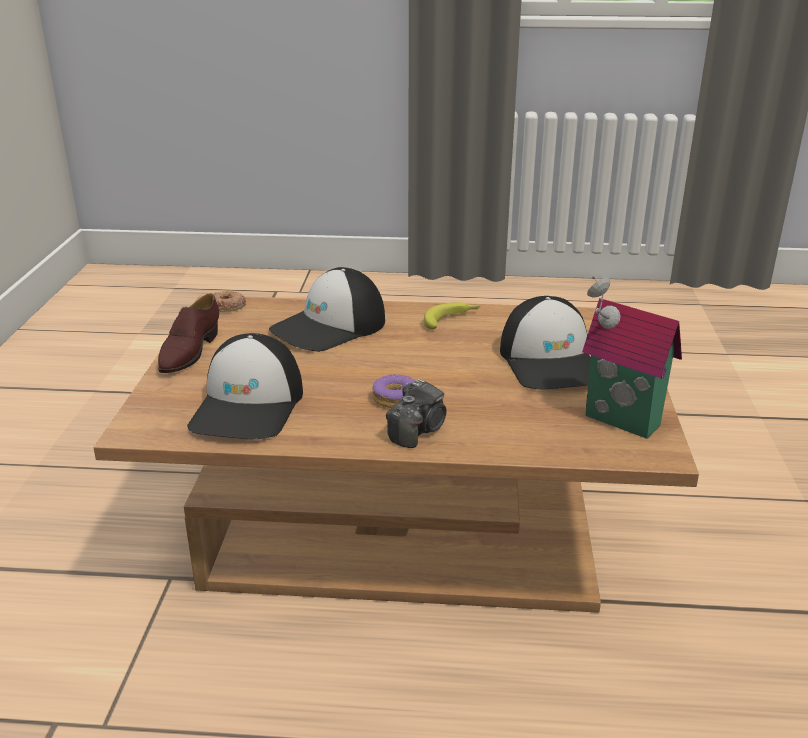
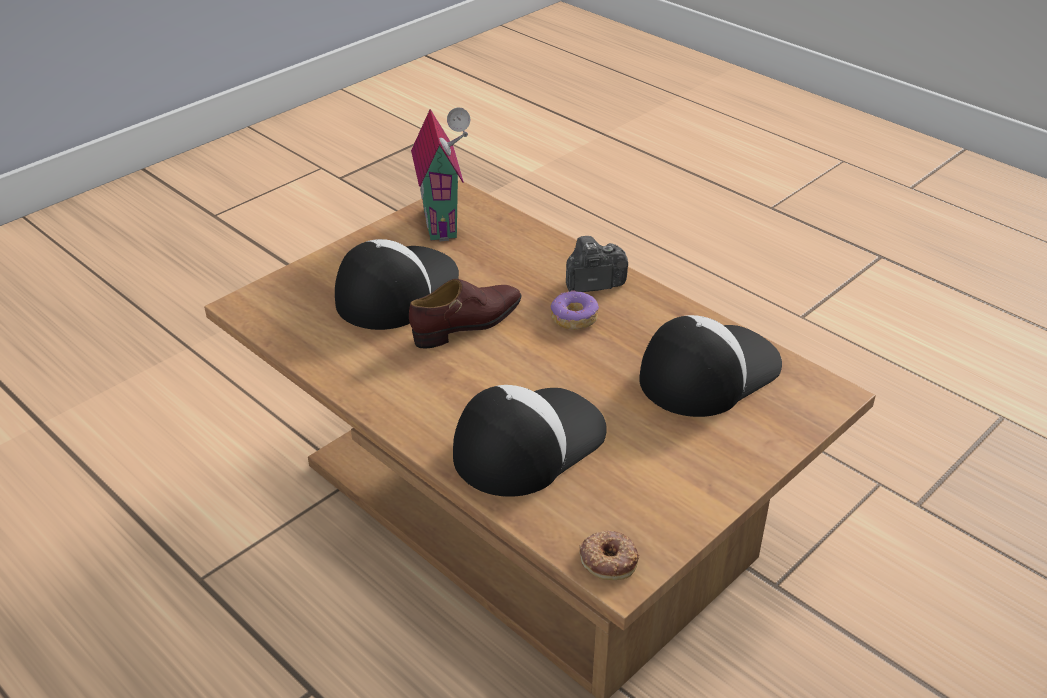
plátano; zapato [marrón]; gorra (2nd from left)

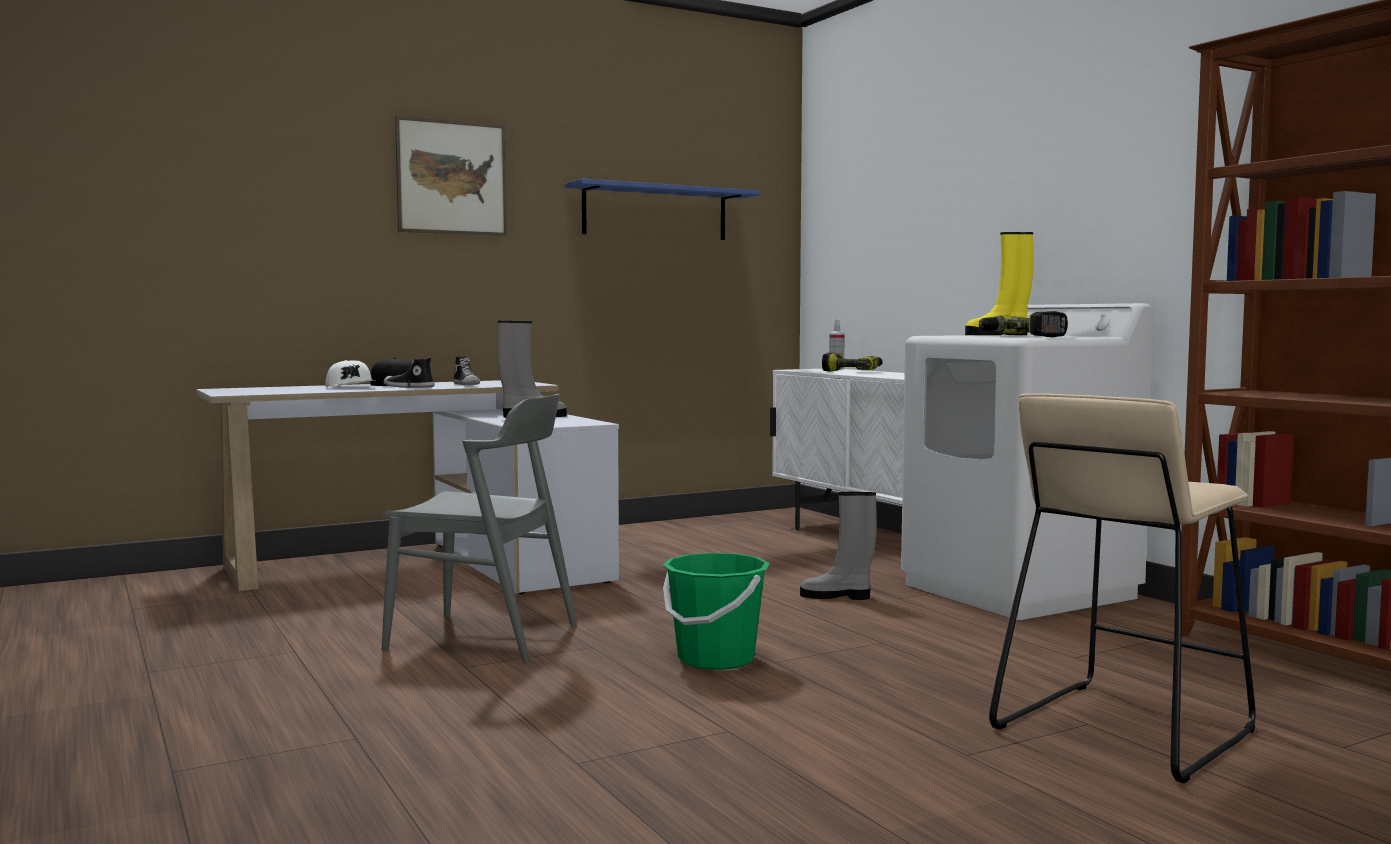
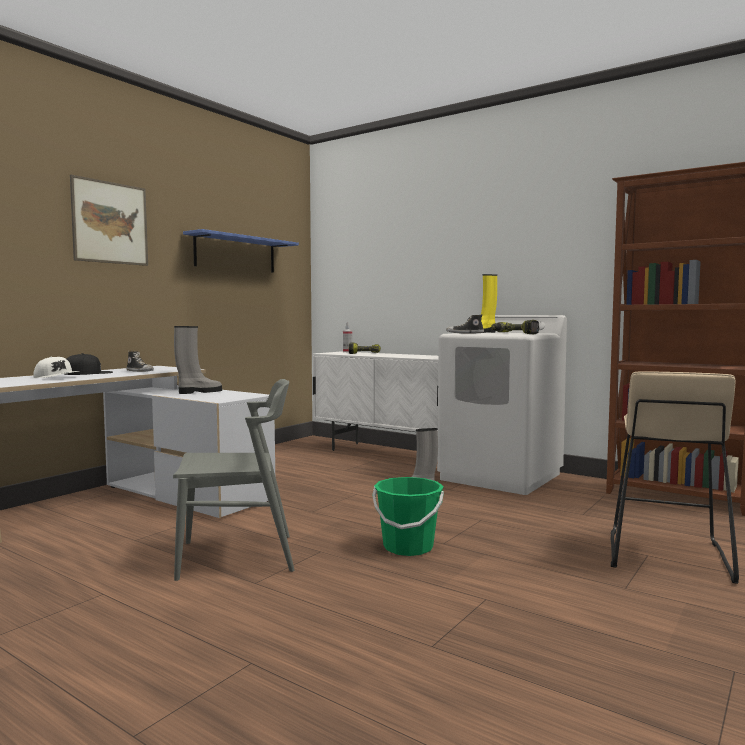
zapato (2nd from left)

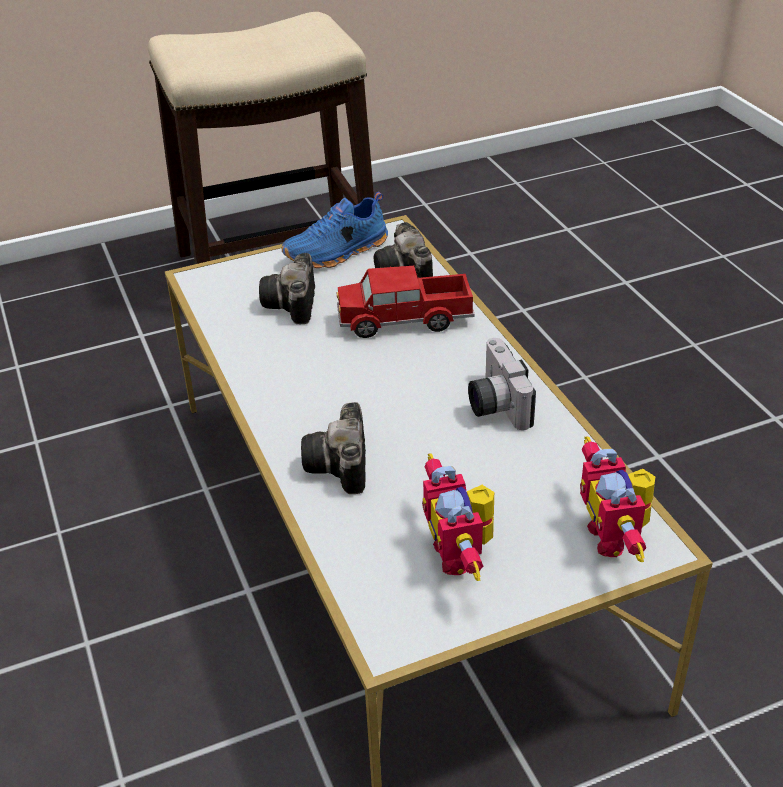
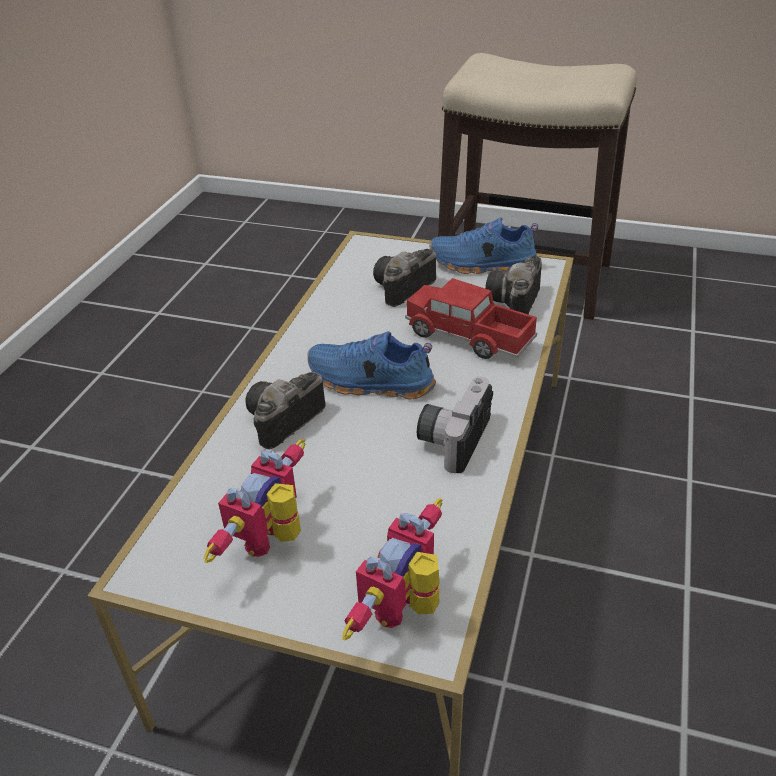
zapato [azul] (1st from left)

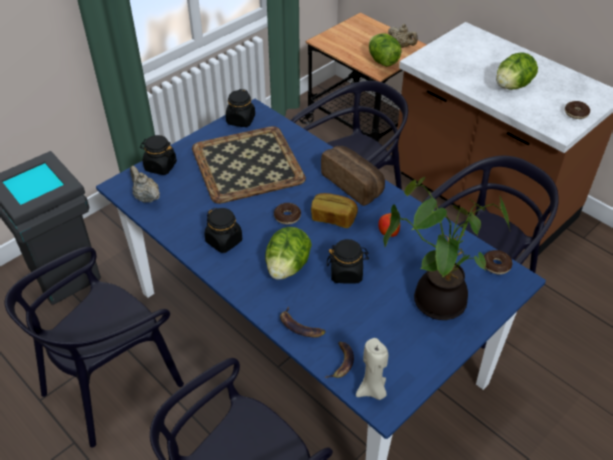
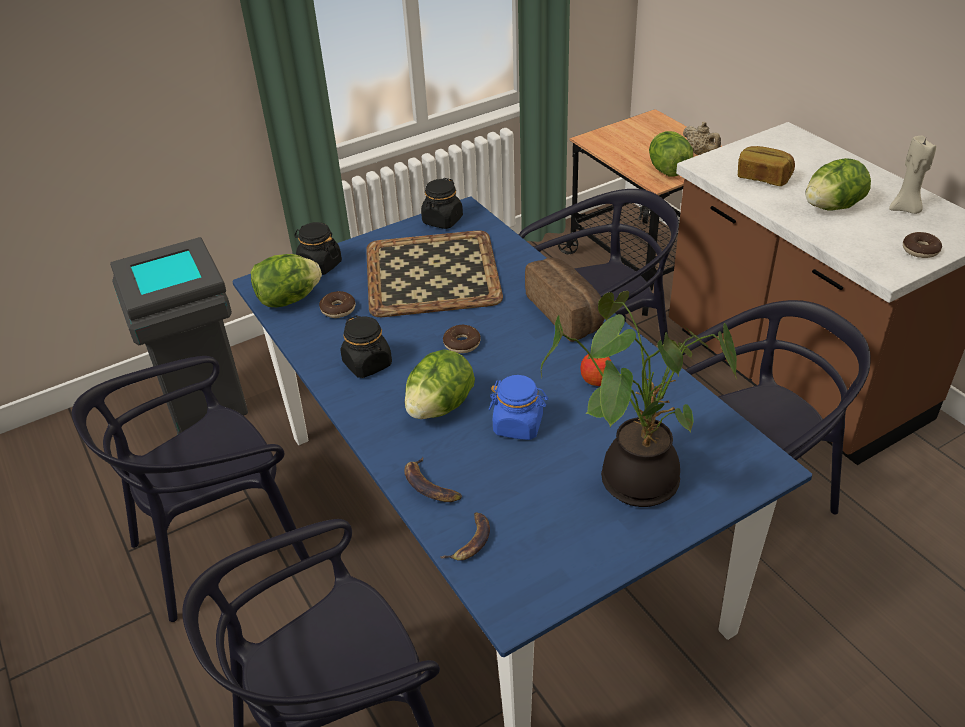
pan (2nd from left); vela [beis]; rosquilla (1st from left); lechuga (1st from left); tarro [azul]

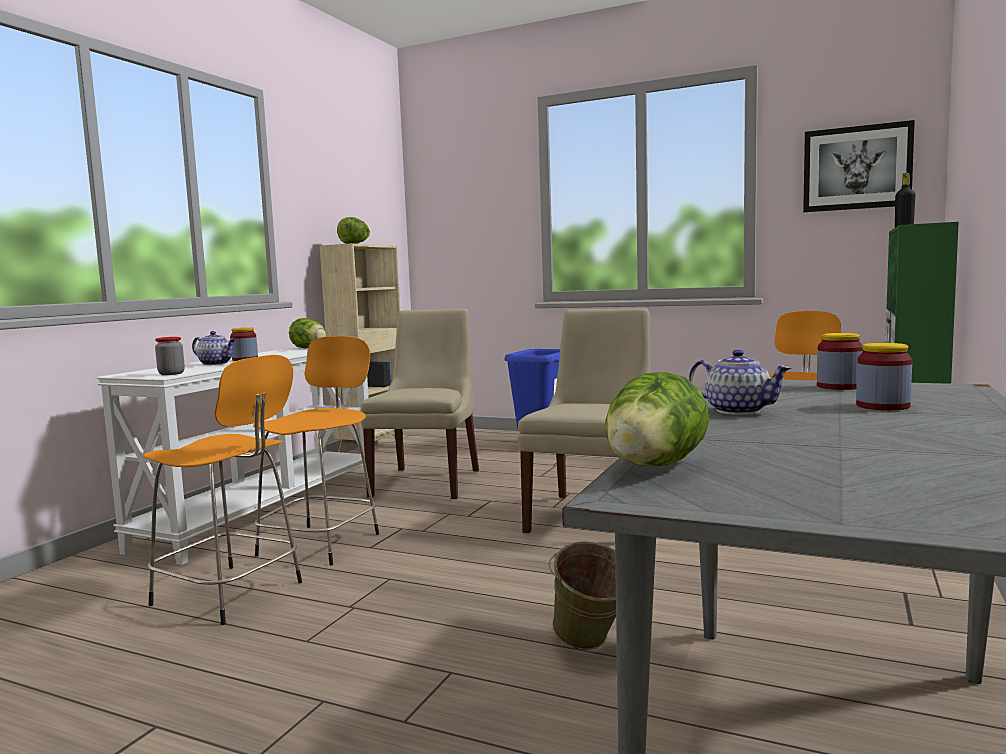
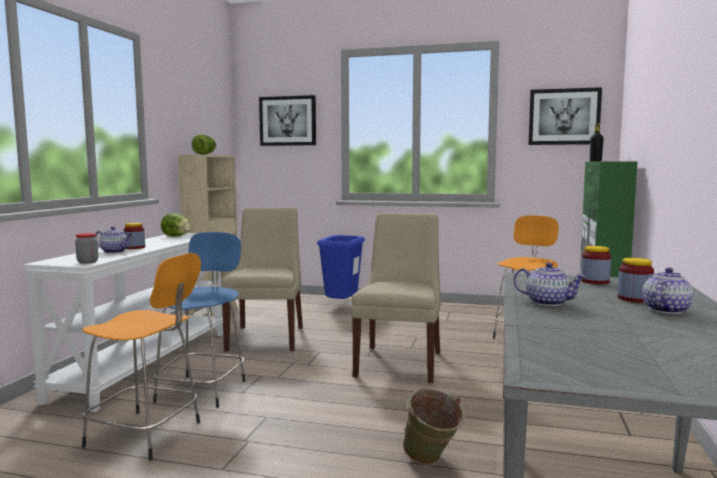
lechuga (3rd from left in the first image); cuadro (1st from left); tetera (3rd from left); taburete [azul]

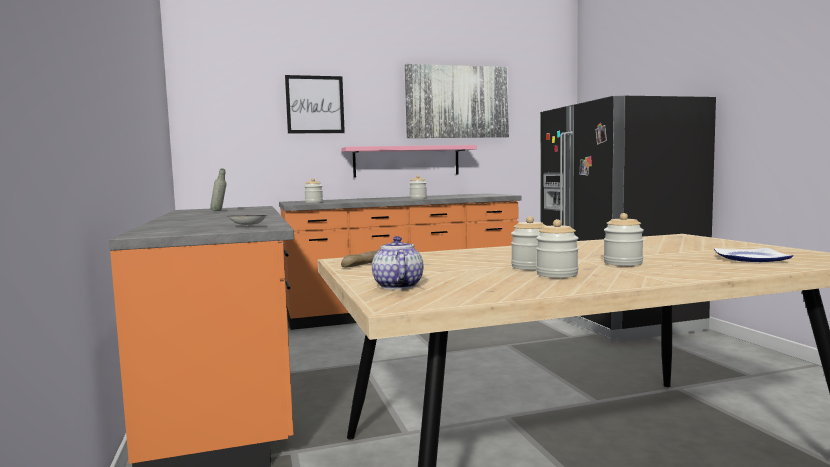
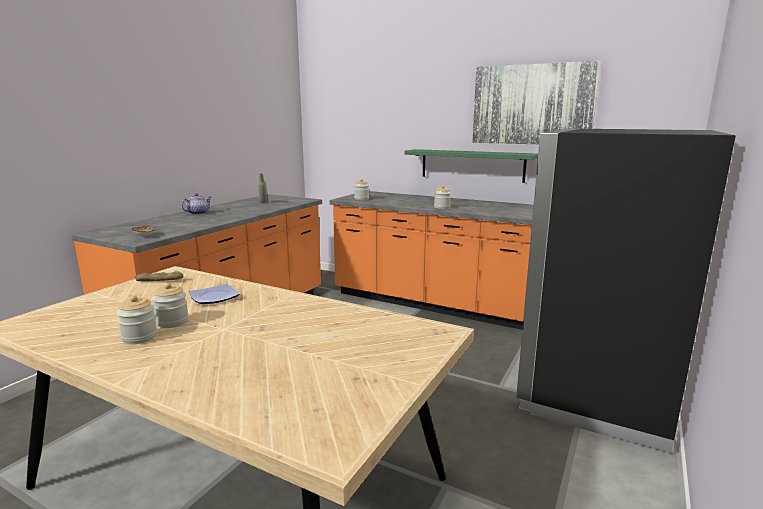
cuadro (1st from left in the first image); tarro (5th from left in the first image); tetera; plato; estante [verde]

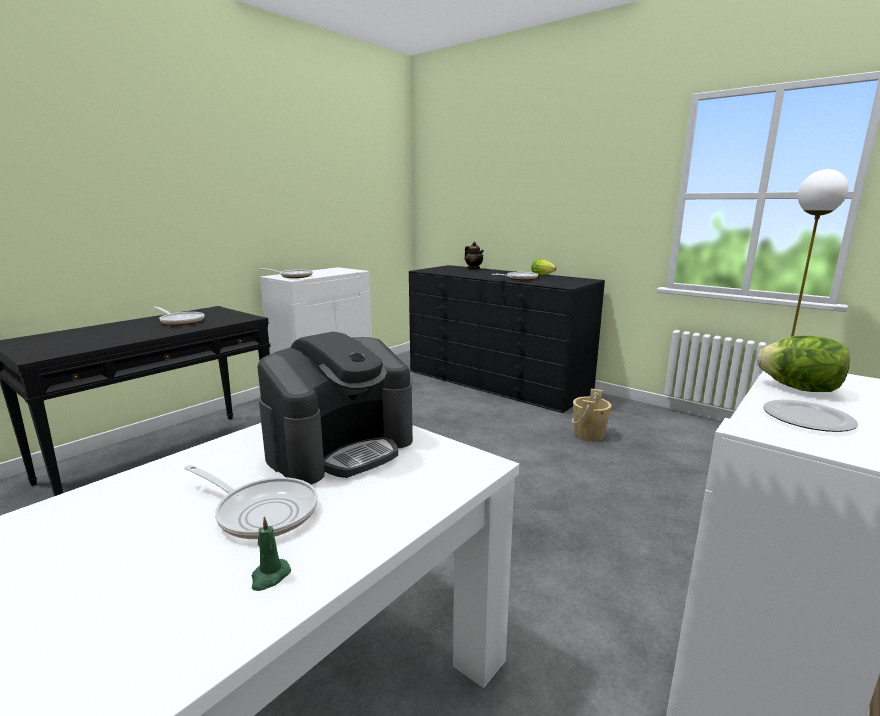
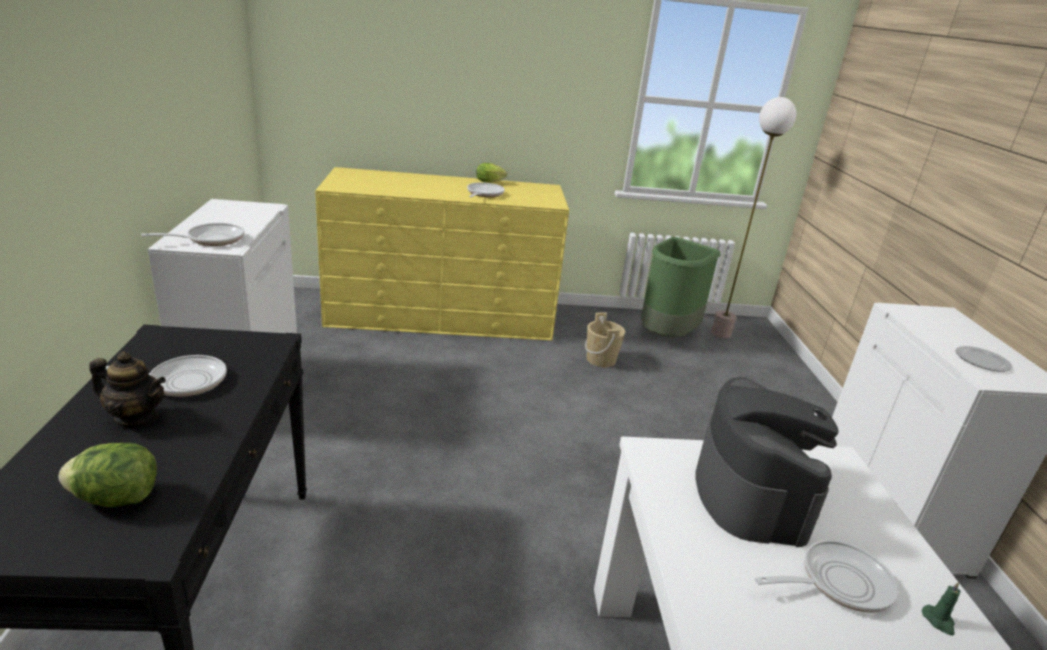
papelera [verde]; tetera; lechuga (1st from left); cómoda [amarillo]

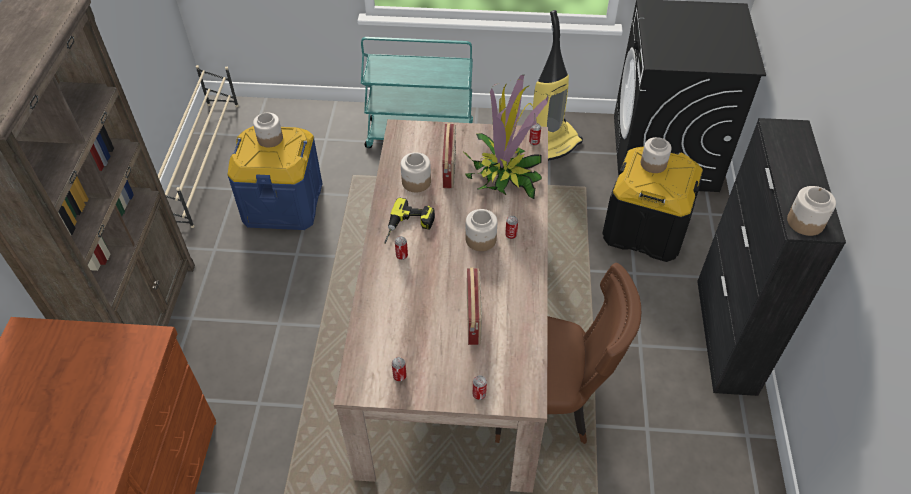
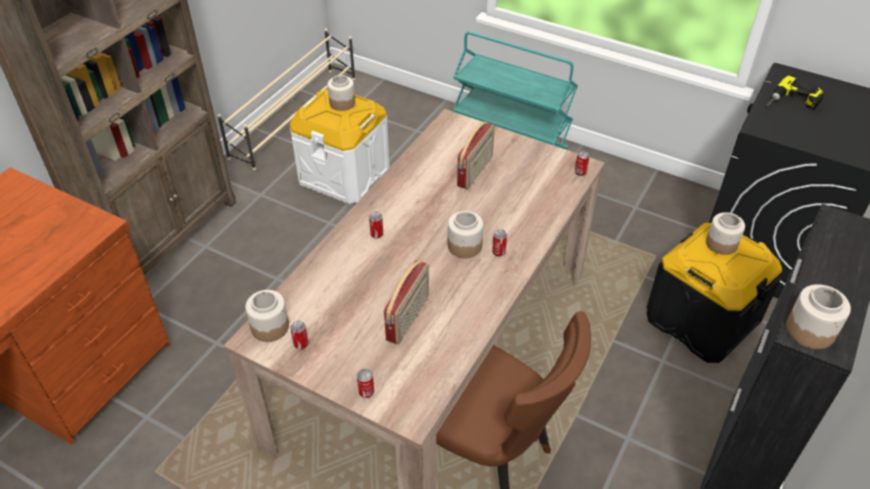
planta en maceta; aspiradora; taladro; tarro (1st from left); caja de almacenaje [blanco]

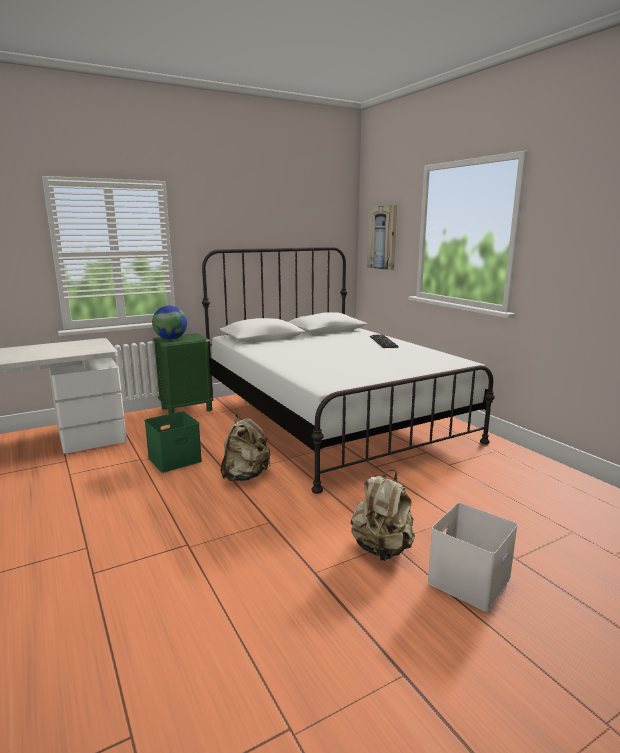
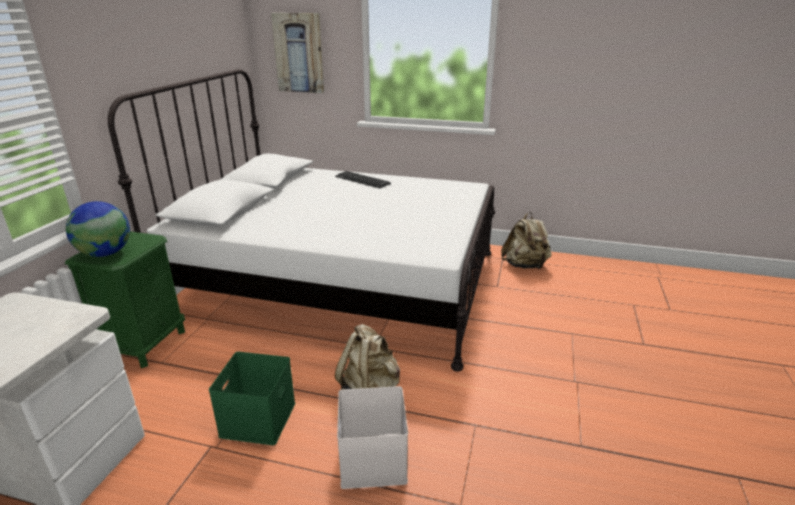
mochila [beis] (2nd from left); caja de almacenaje [blanco]

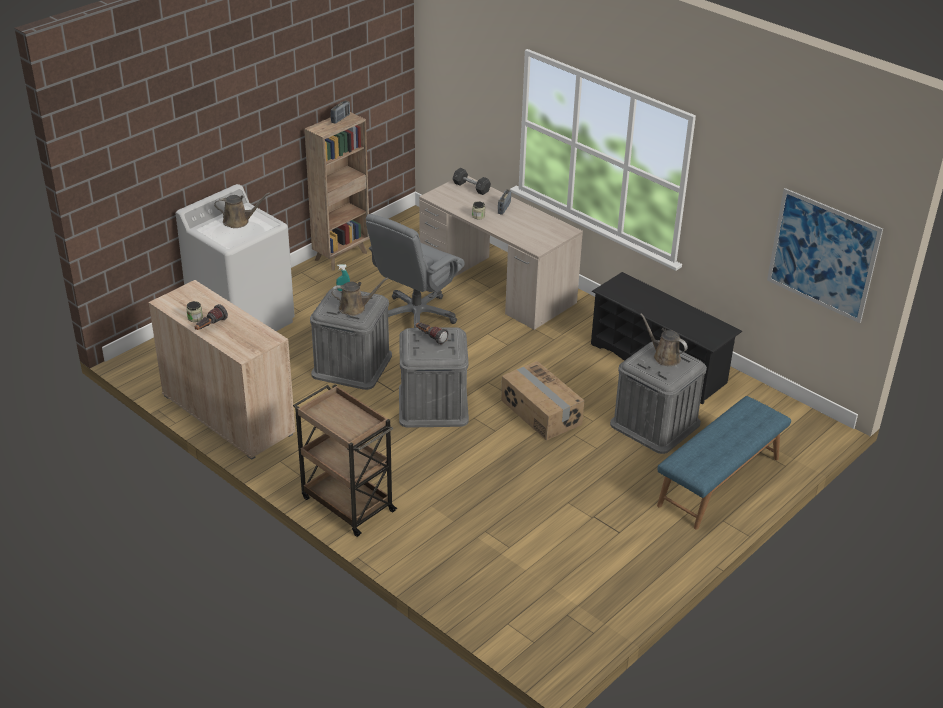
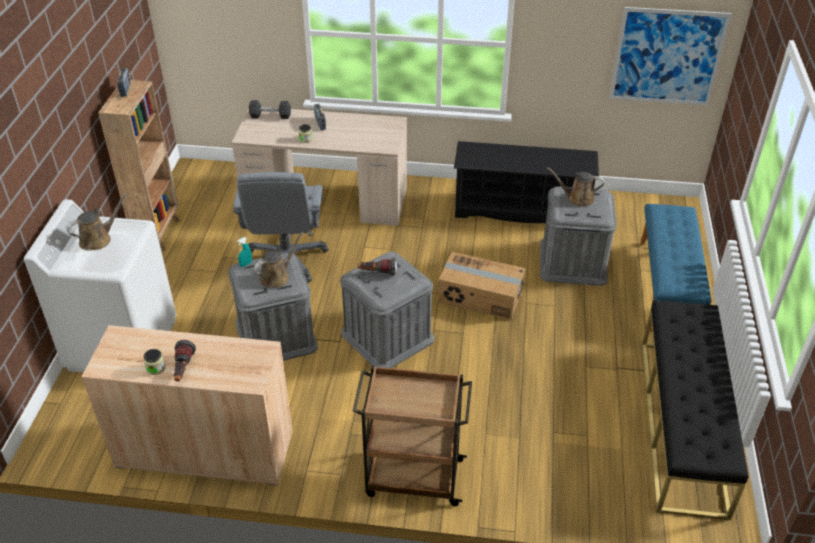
banco [negro]

